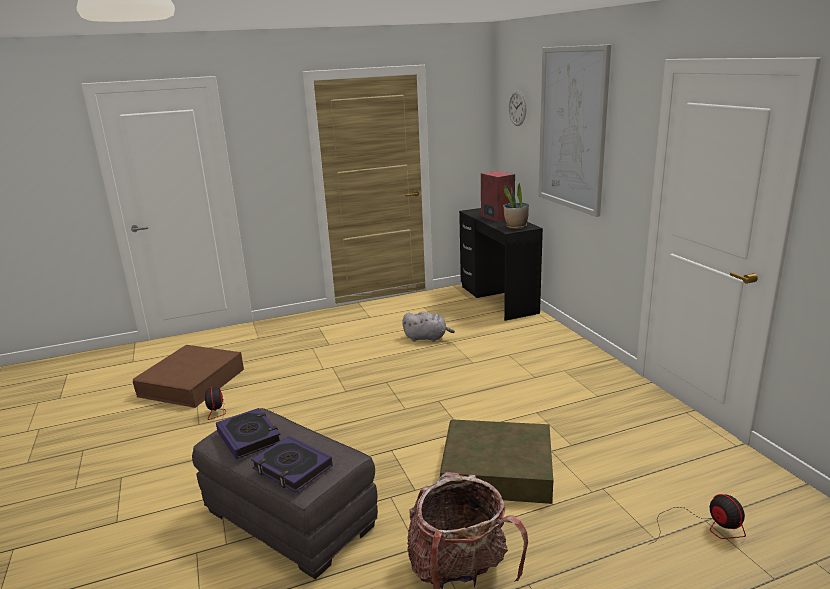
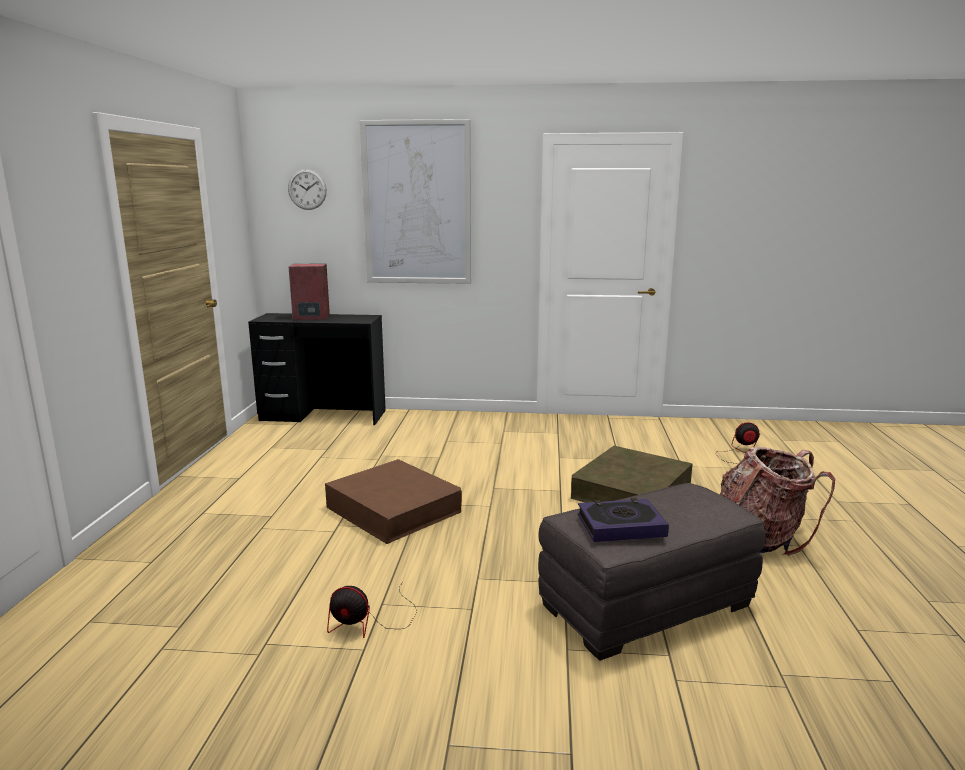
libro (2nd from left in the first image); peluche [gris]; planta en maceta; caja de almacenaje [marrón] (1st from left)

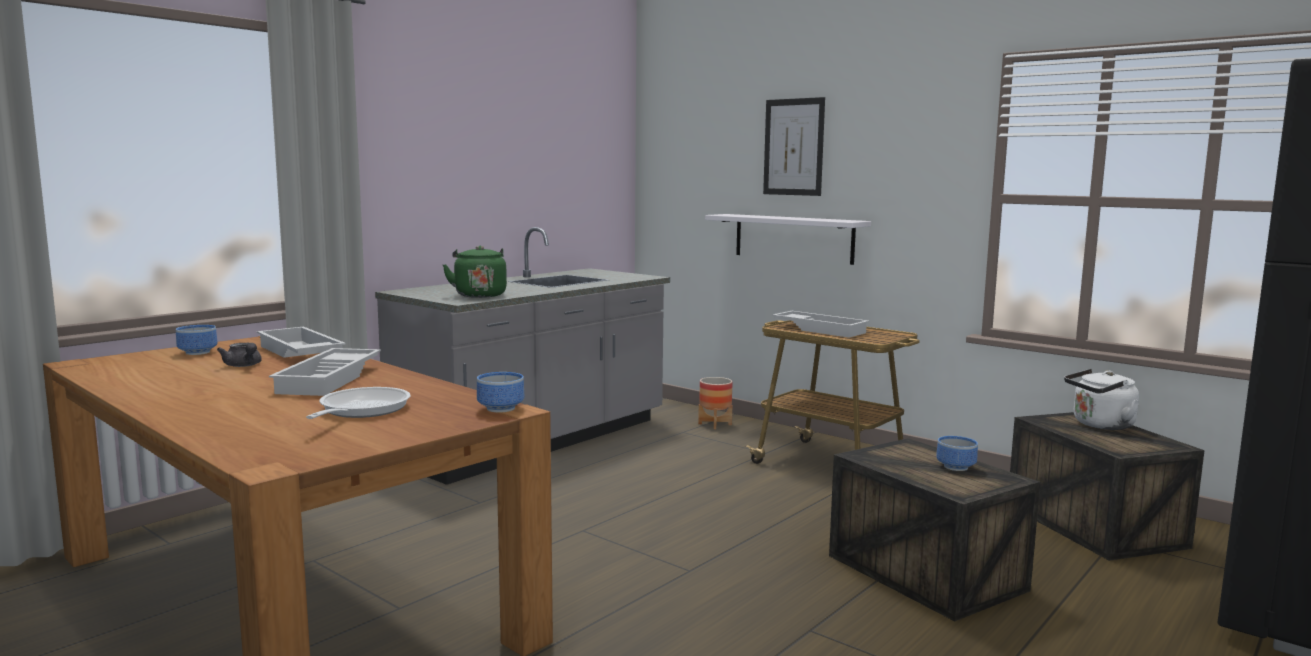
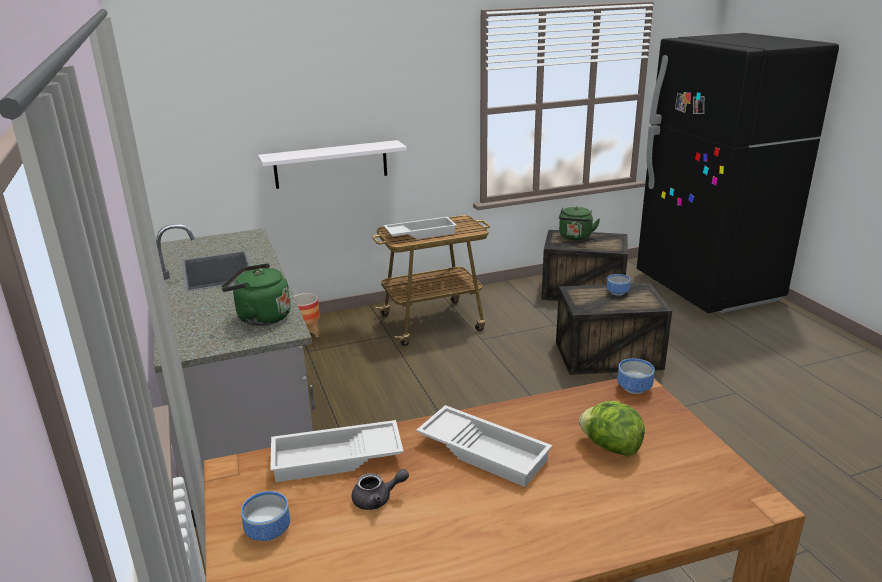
cuadro; lechuga; hervidor [verde] (2nd from left)

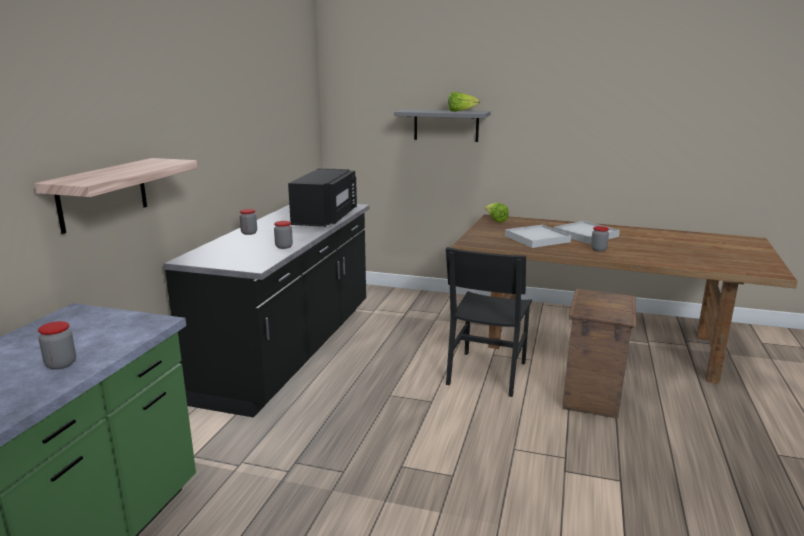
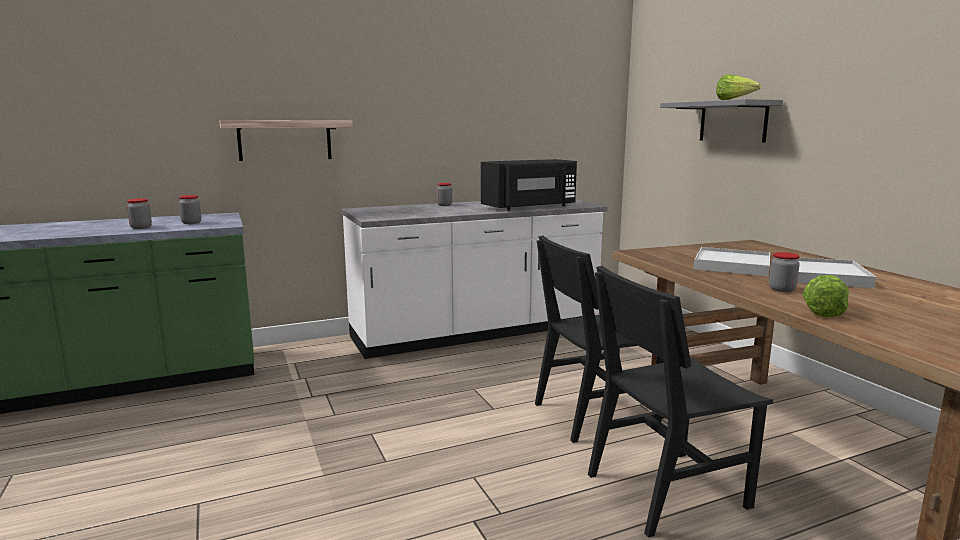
tarro (2nd from left); lechuga (2nd from left); silla [negro] (2nd from left); mueble bajo de cocina [blanco]

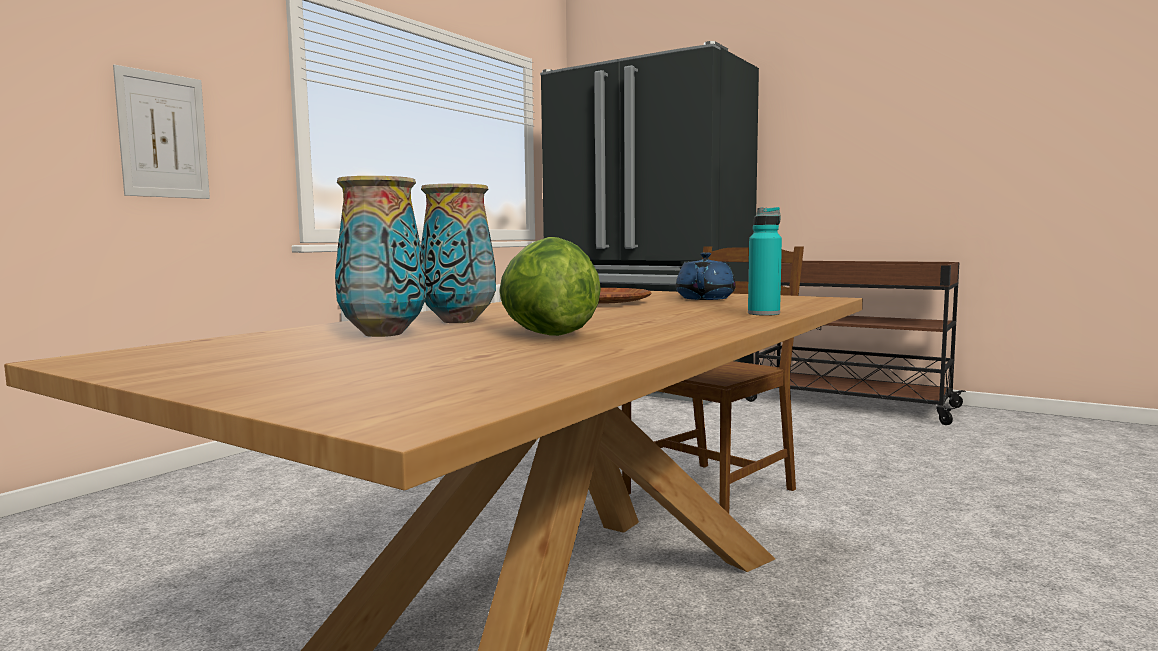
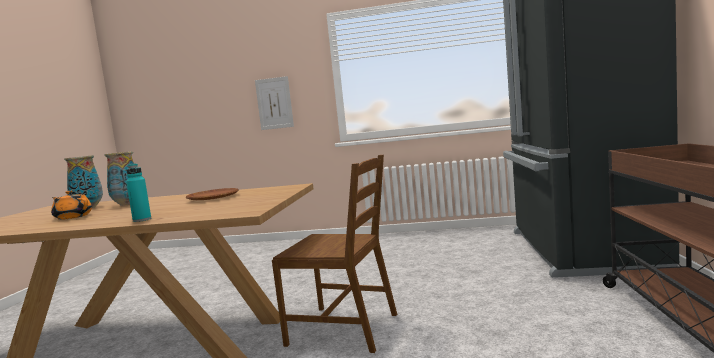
tetera [azul]; tetera [naranja]

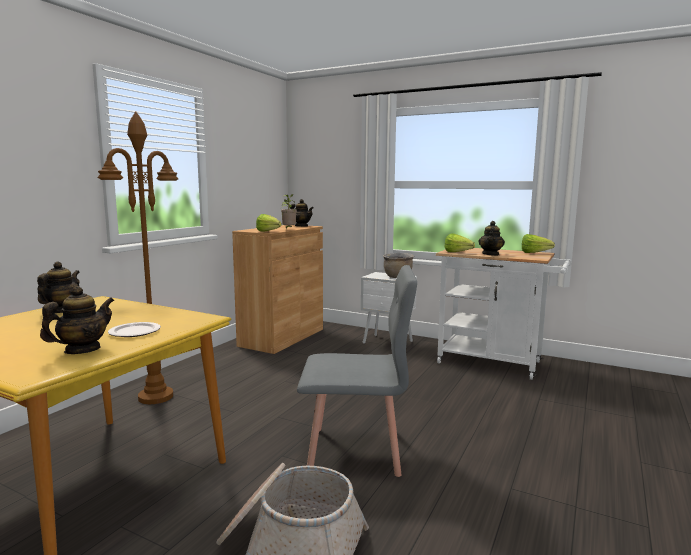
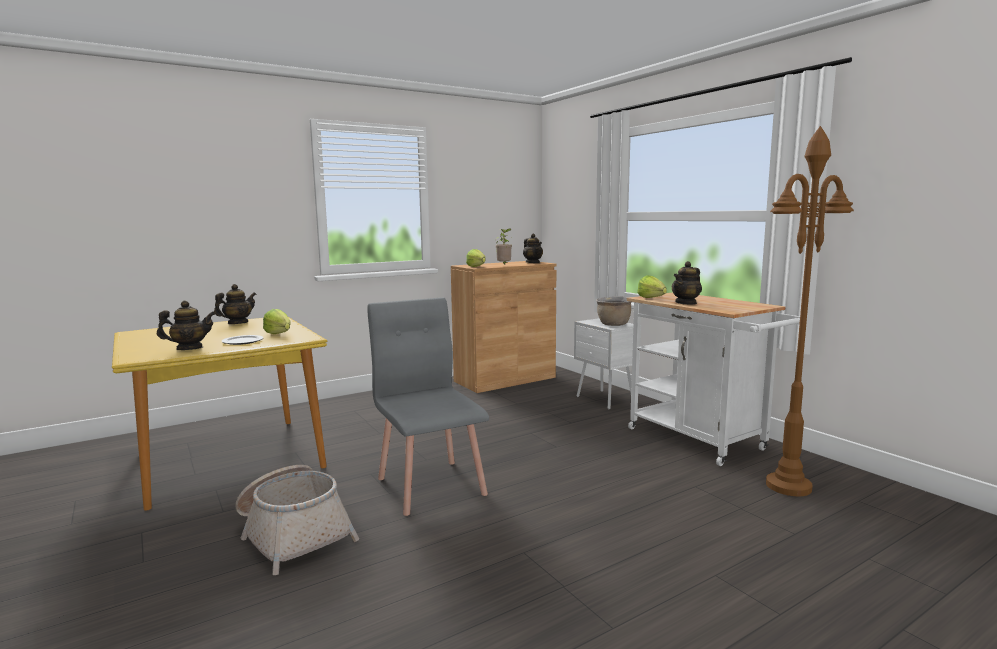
lámpara de pie [marrón]; lechuga (1st from left); silla [gris]

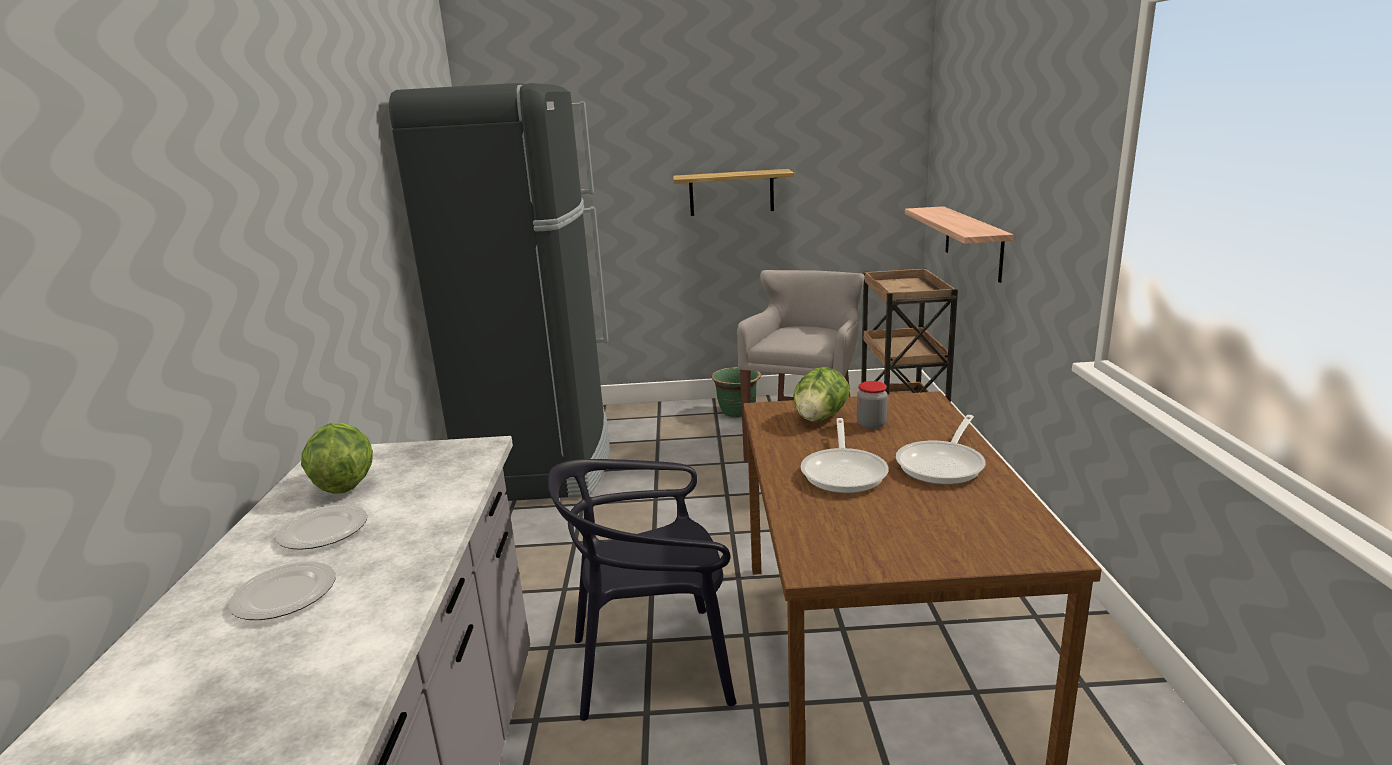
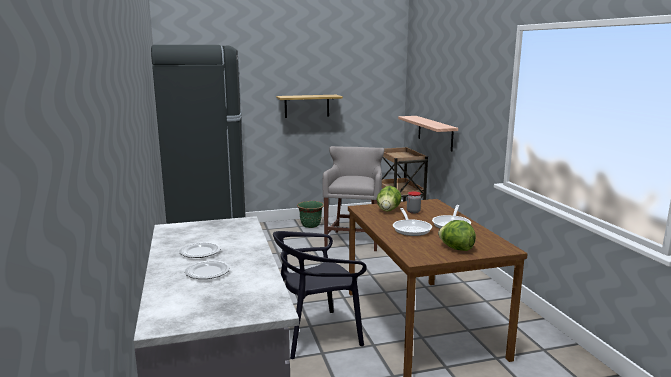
lechuga (2nd from left)

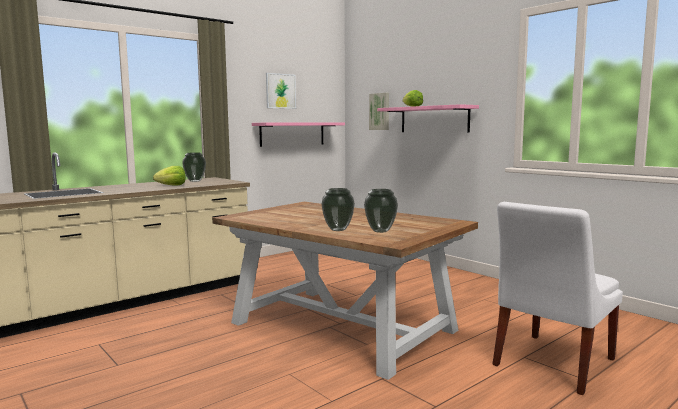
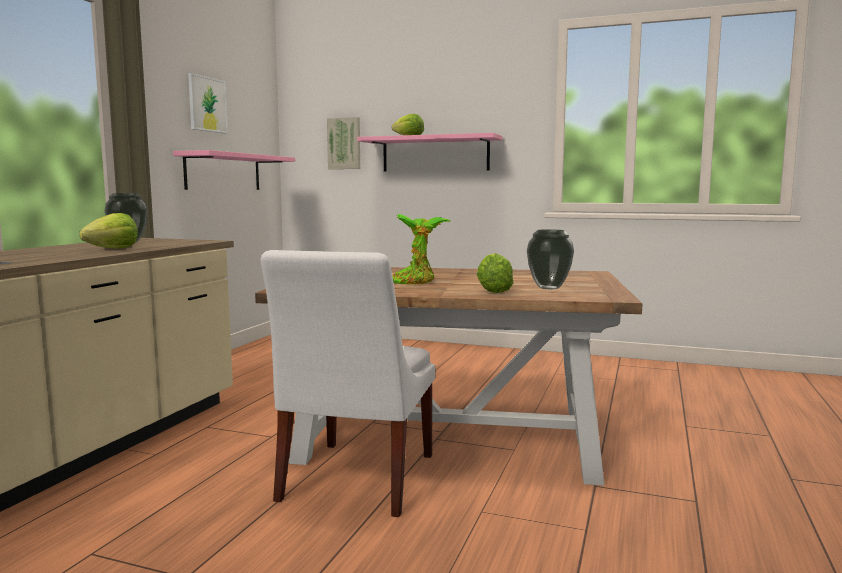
planta en maceta; silla [blanco]; lechuga (3rd from left)

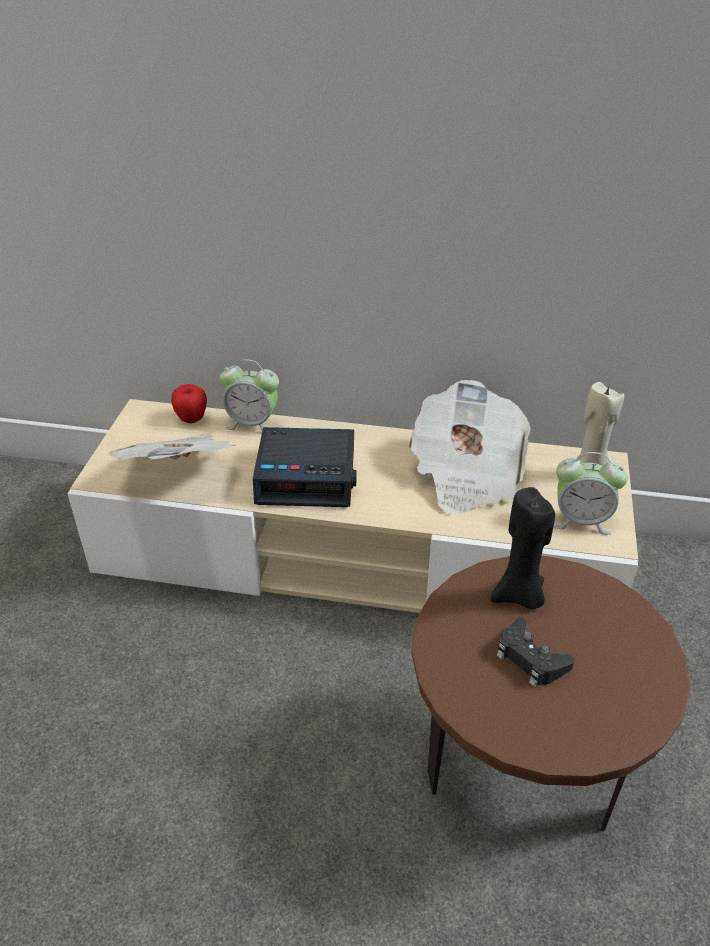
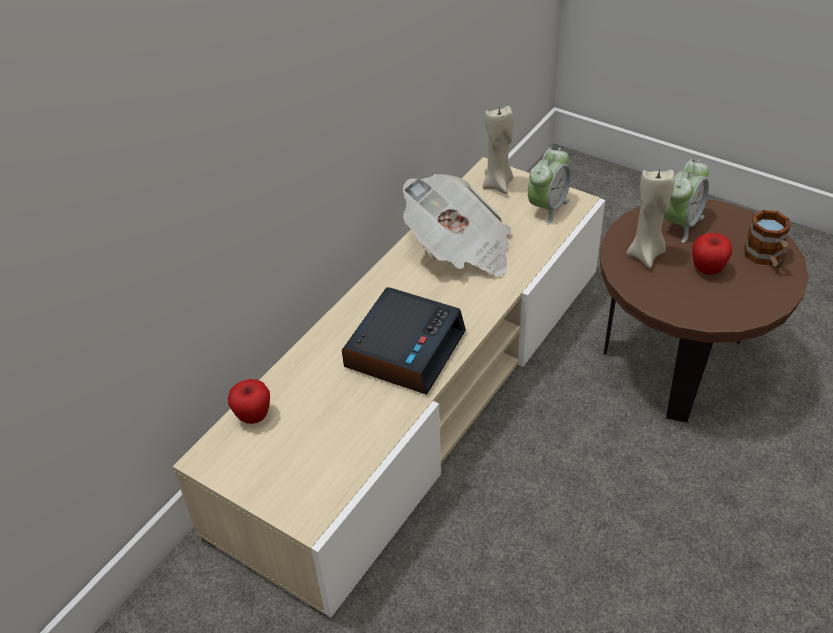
periódico (1st from left in the first image); taza grande; despertador (3rd from left); manzana (2nd from left); vela [beis] (2nd from left)

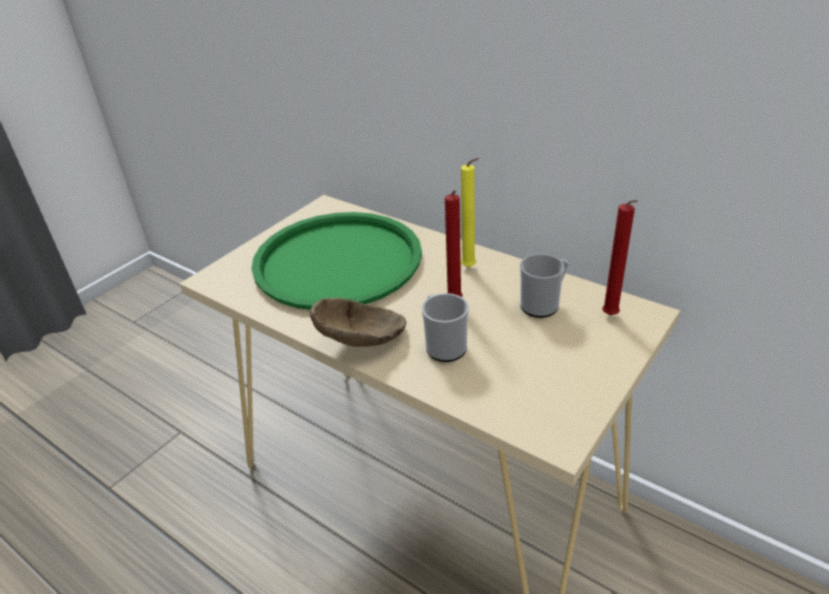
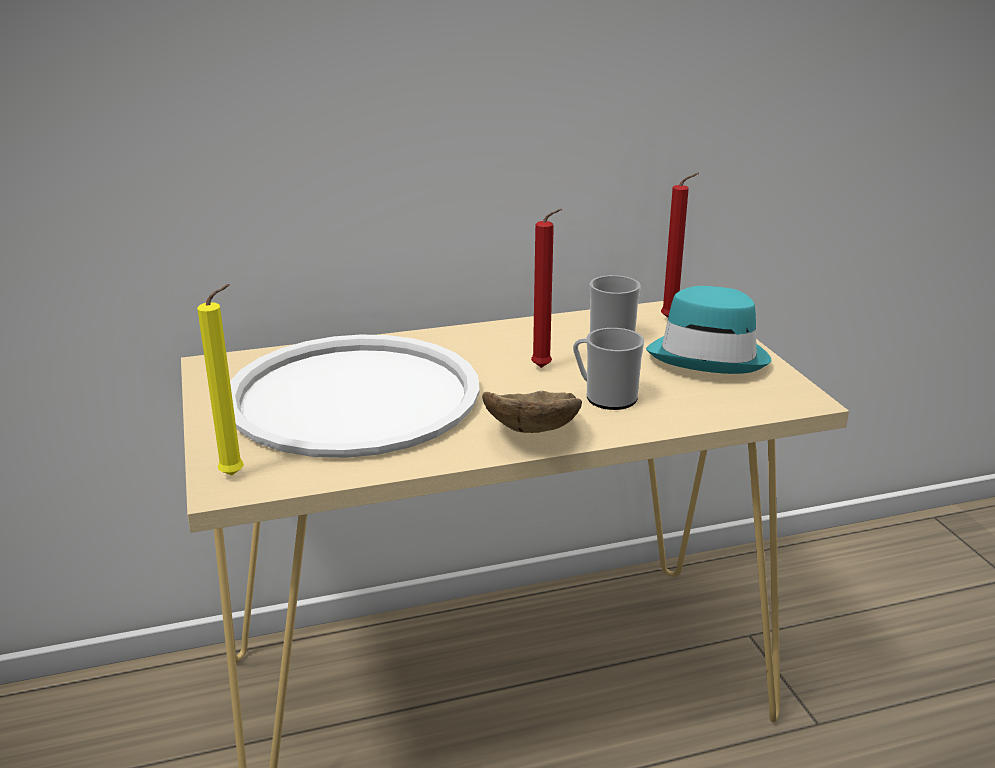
sombrero [turquesa]; vela [amarillo]; bandeja [blanco]

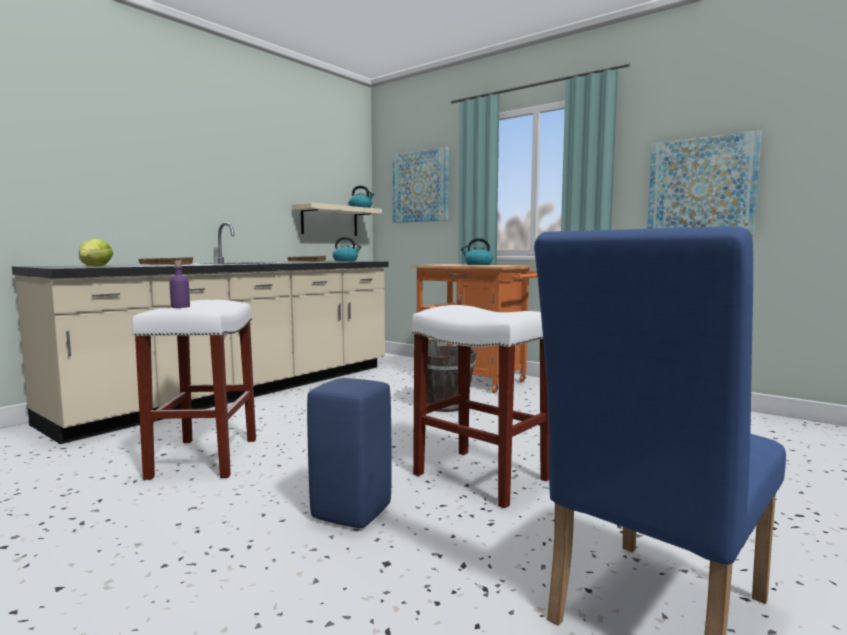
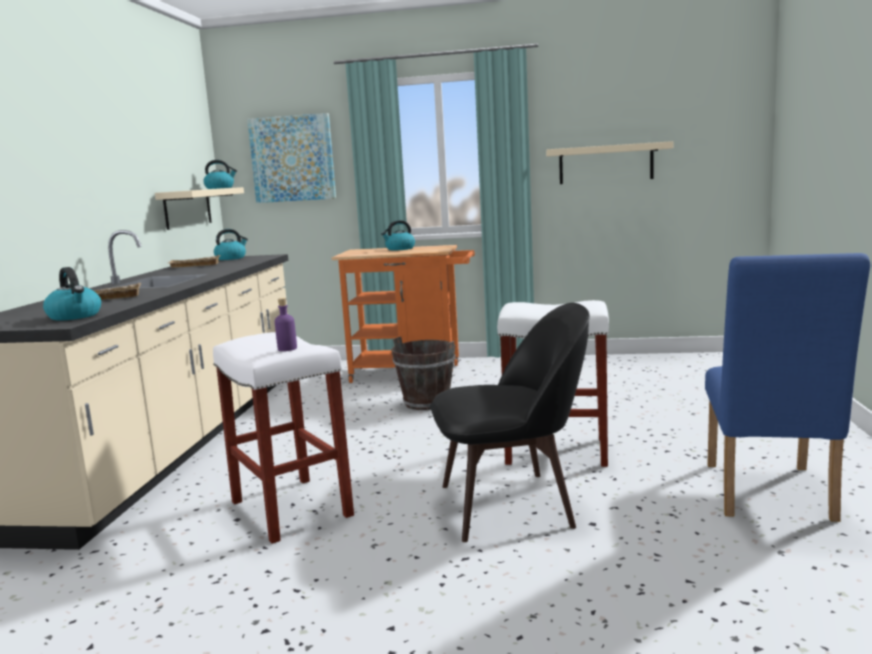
hervidor (1st from left); silla [negro]; estante [beis] (2nd from left)

